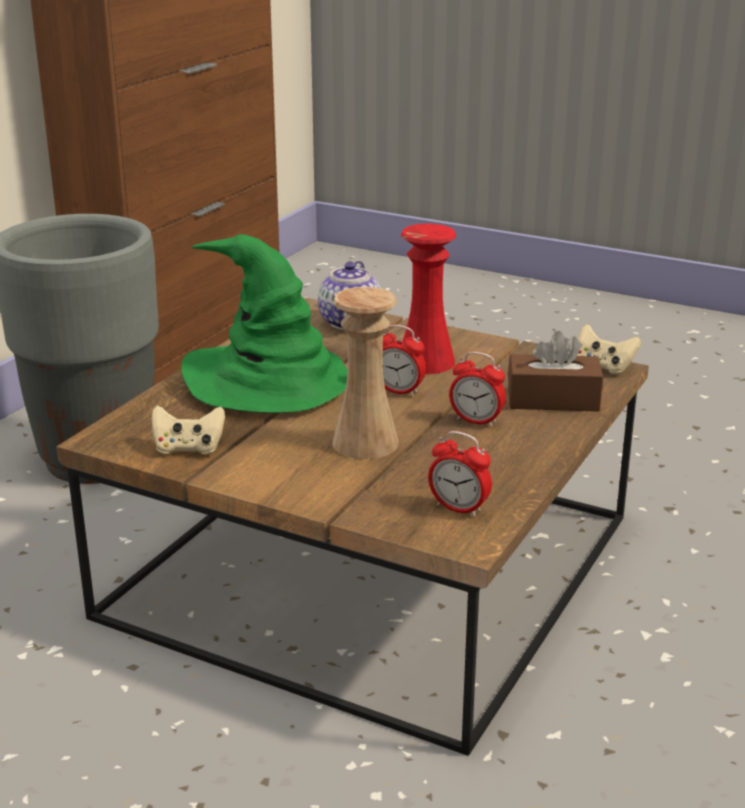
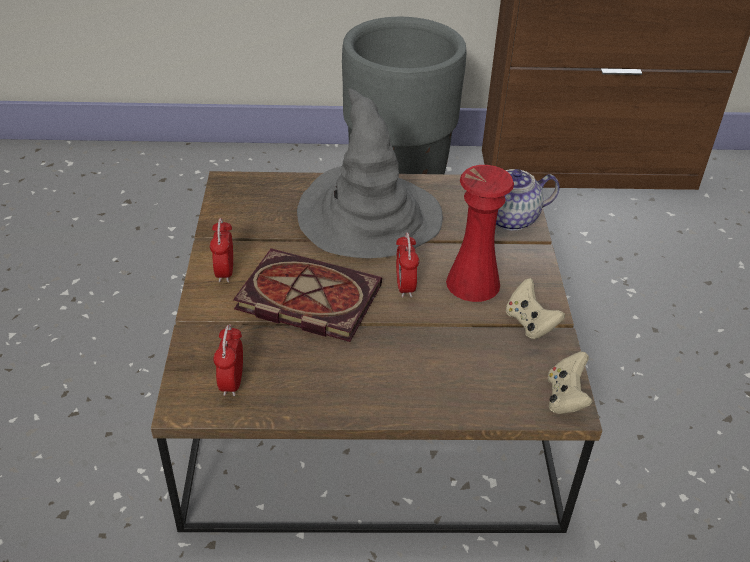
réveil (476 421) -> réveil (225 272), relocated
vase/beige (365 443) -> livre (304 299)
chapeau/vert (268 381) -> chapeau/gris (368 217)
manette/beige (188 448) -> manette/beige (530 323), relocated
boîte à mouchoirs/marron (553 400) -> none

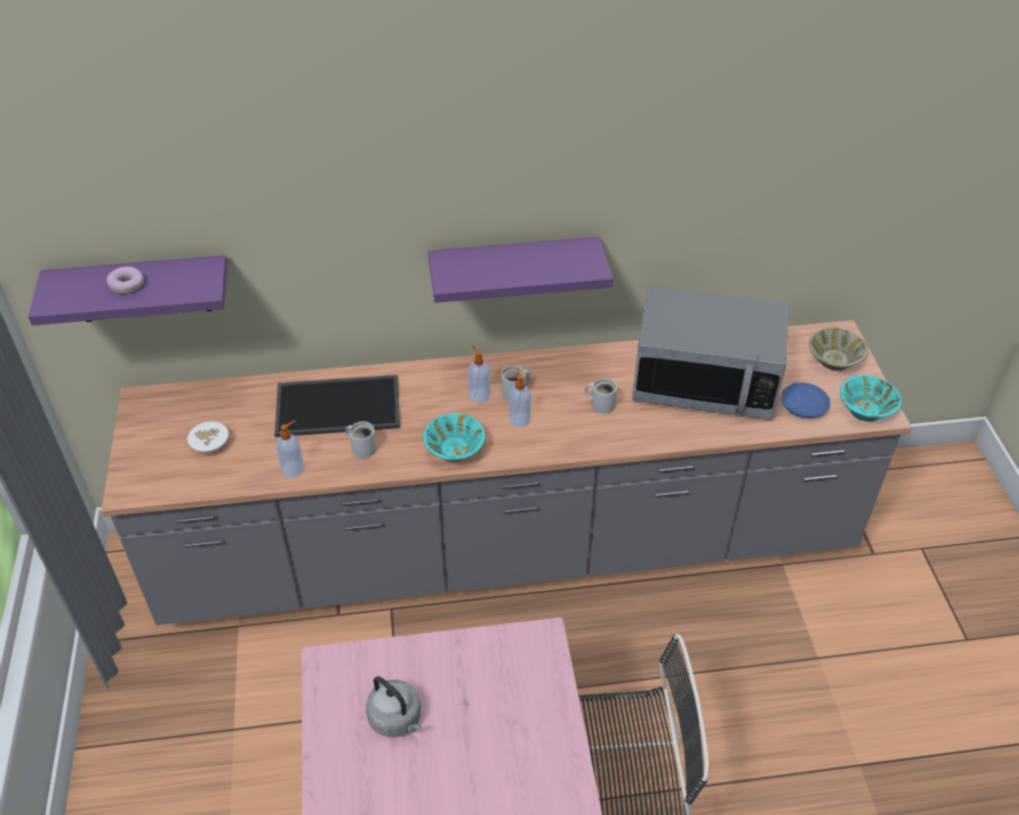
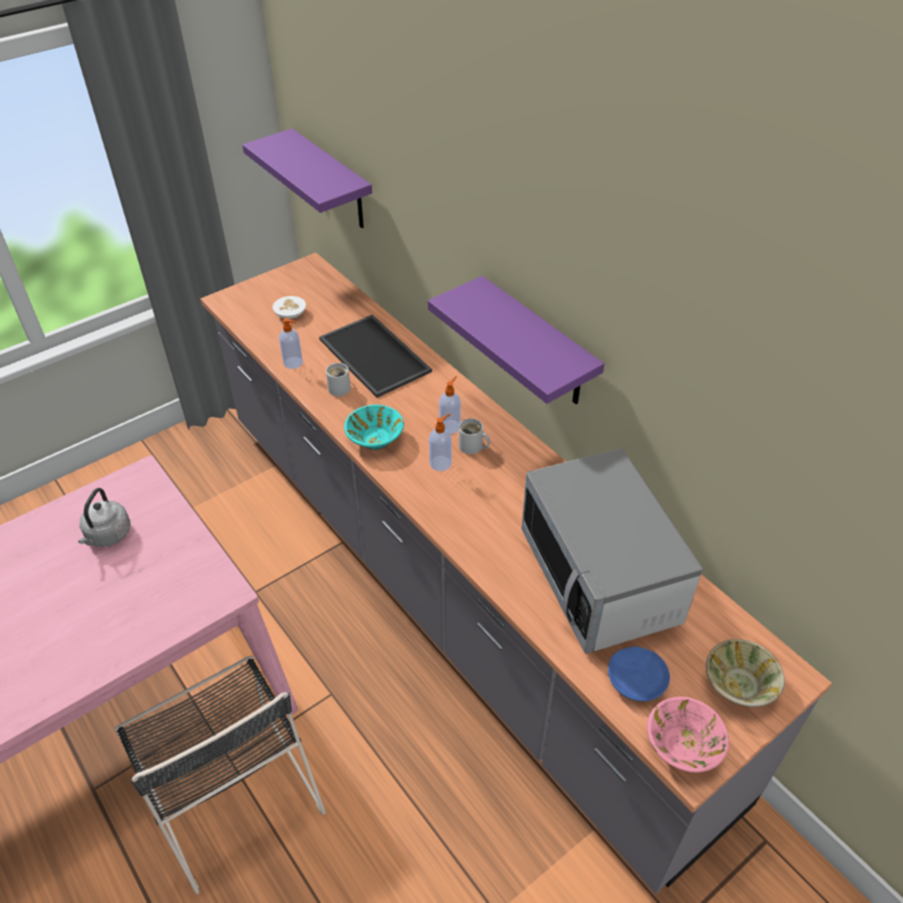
bol/turquoise (866 410) -> bol/rose (683 746)
beignet (126 285) -> none
mug/blanc (601 404) -> none

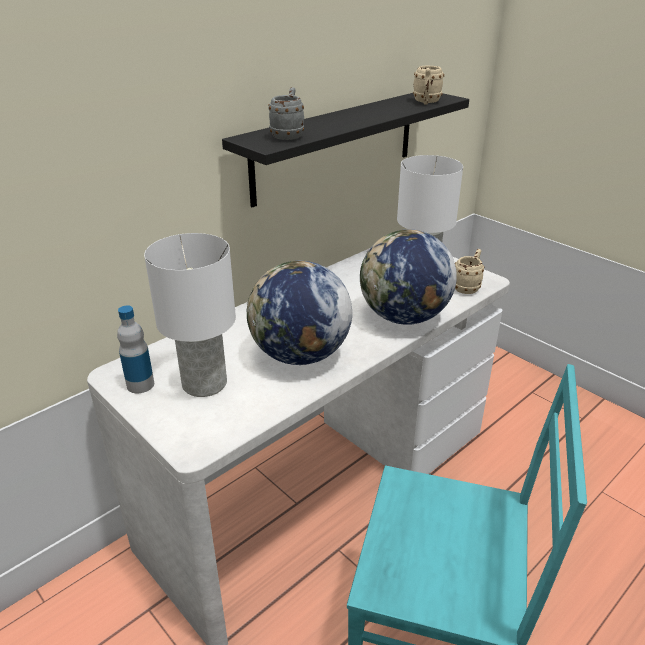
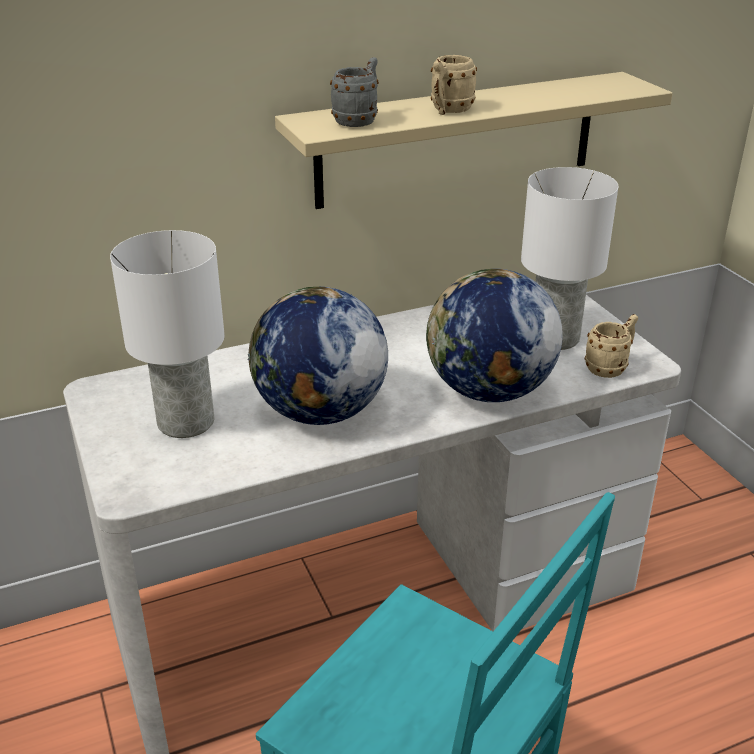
étagère/noir (336 145) -> étagère/beige (458 139)
mug/beige (426 102) -> mug/beige (448 111), relocated
bouteille (140 384) -> none

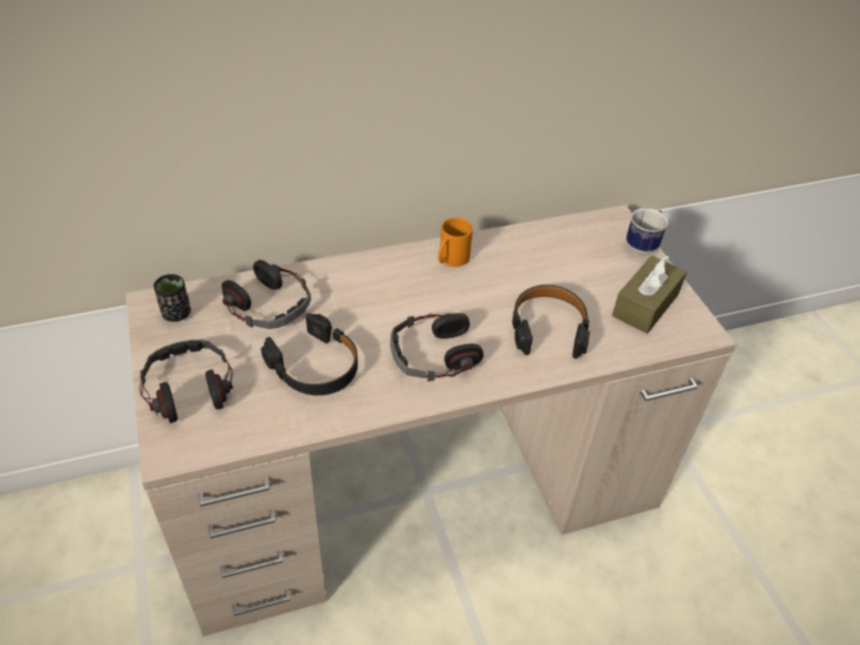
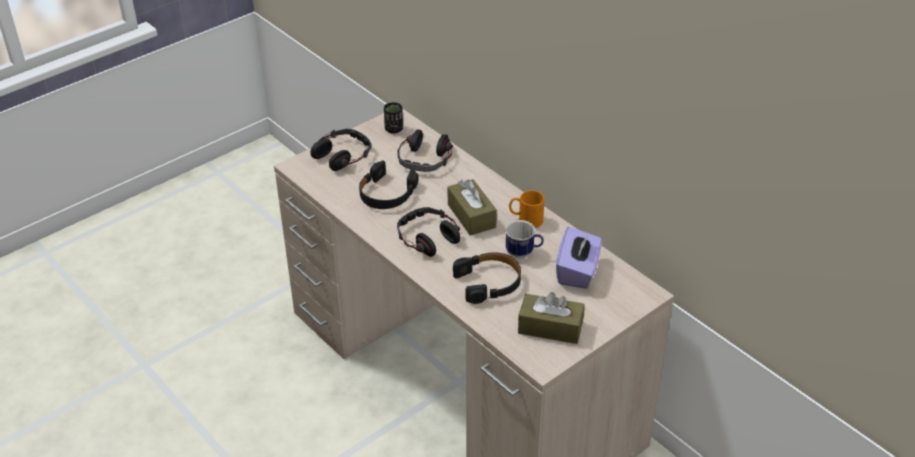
none -> boîte à mouchoirs/marron (471 216)
mug (643 245) -> mug (523 253), relocated
none -> boîte à mouchoirs/violet (578 271)

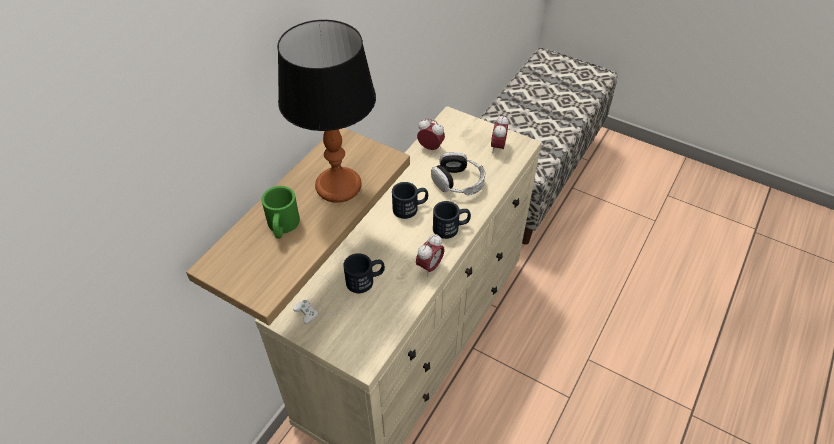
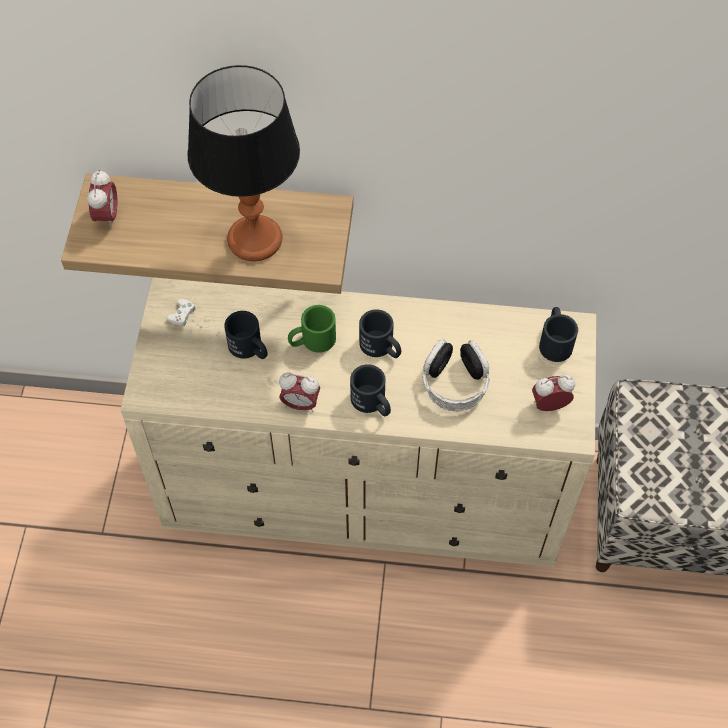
réveil (430 148) -> réveil (107 216), relocated
mug/vert (282 227) -> mug/vert (312 341), relocated
none -> mug/noir (555 341)

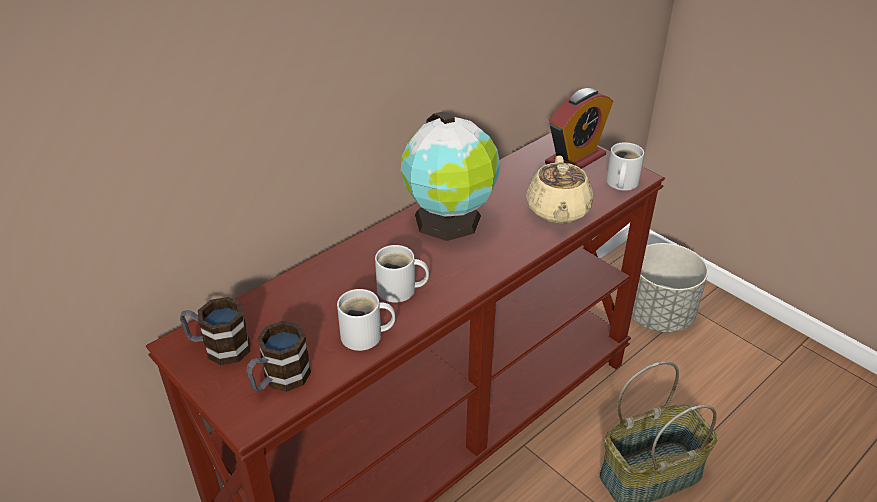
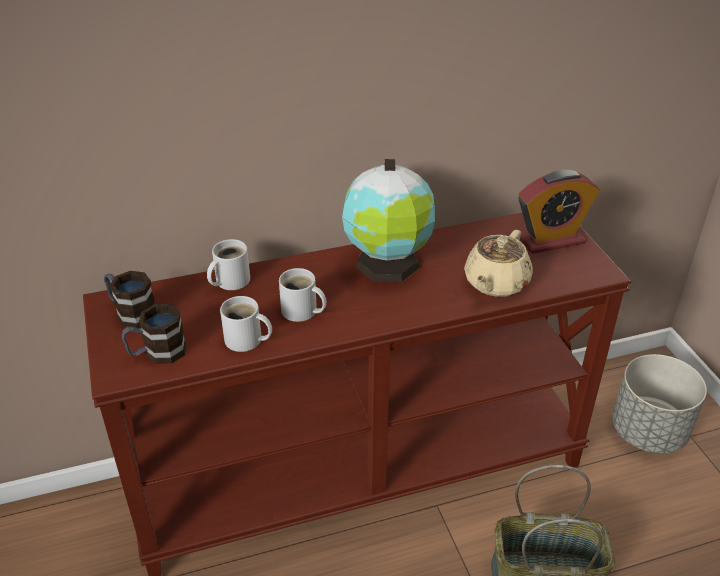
mug/blanc (620 183) -> mug/blanc (229 281), relocated

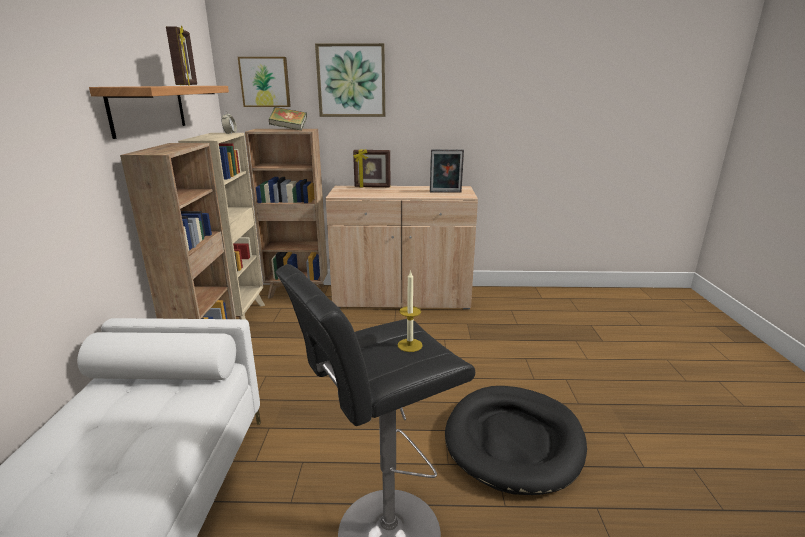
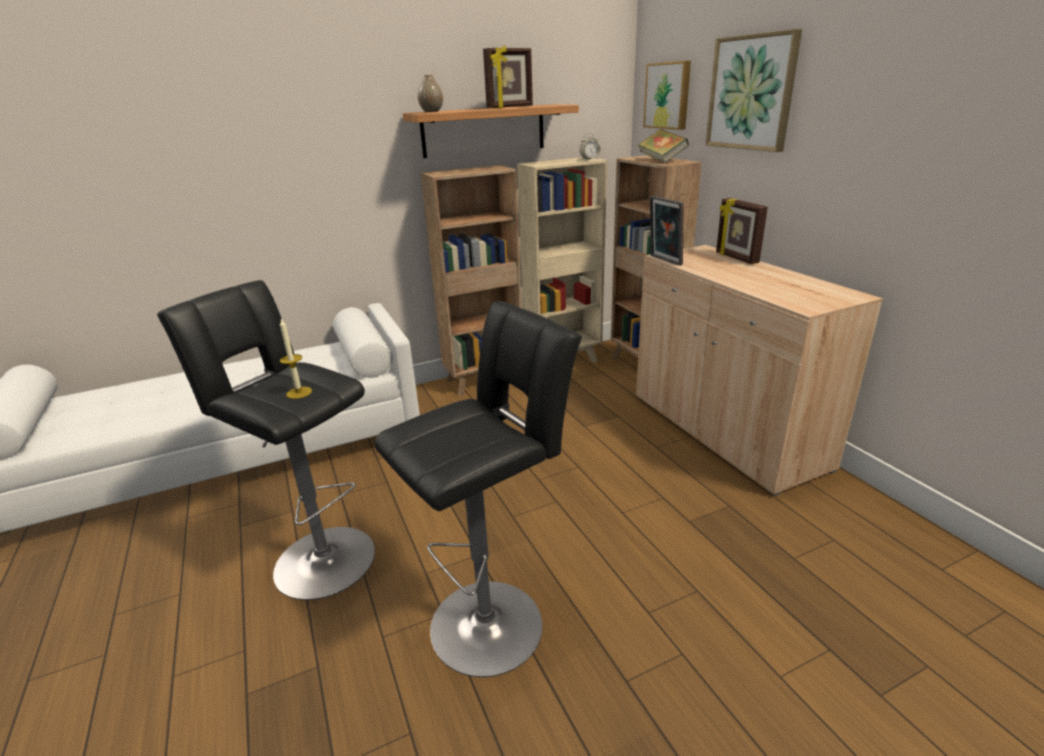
panier pour chien/noir (514 440) -> tabouret/noir (493 620)
none -> vase (431 112)
cadre photo (445 192) -> cadre photo (663 260), relocated

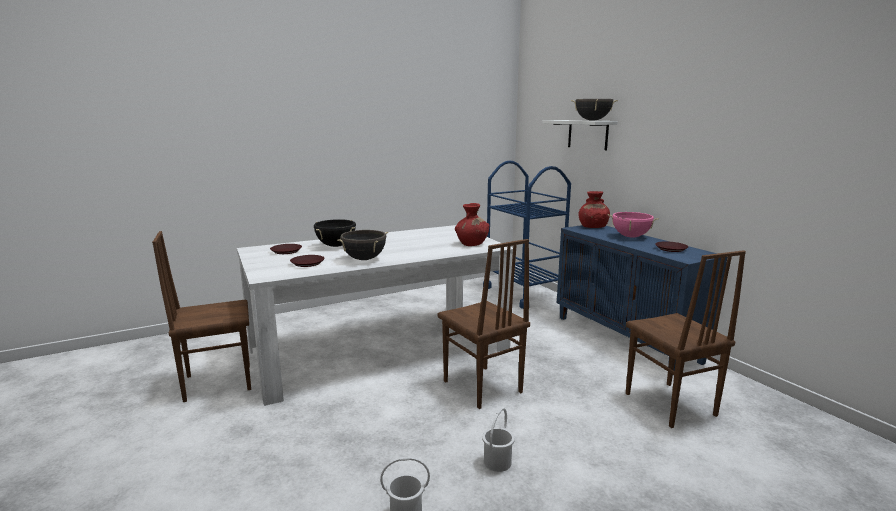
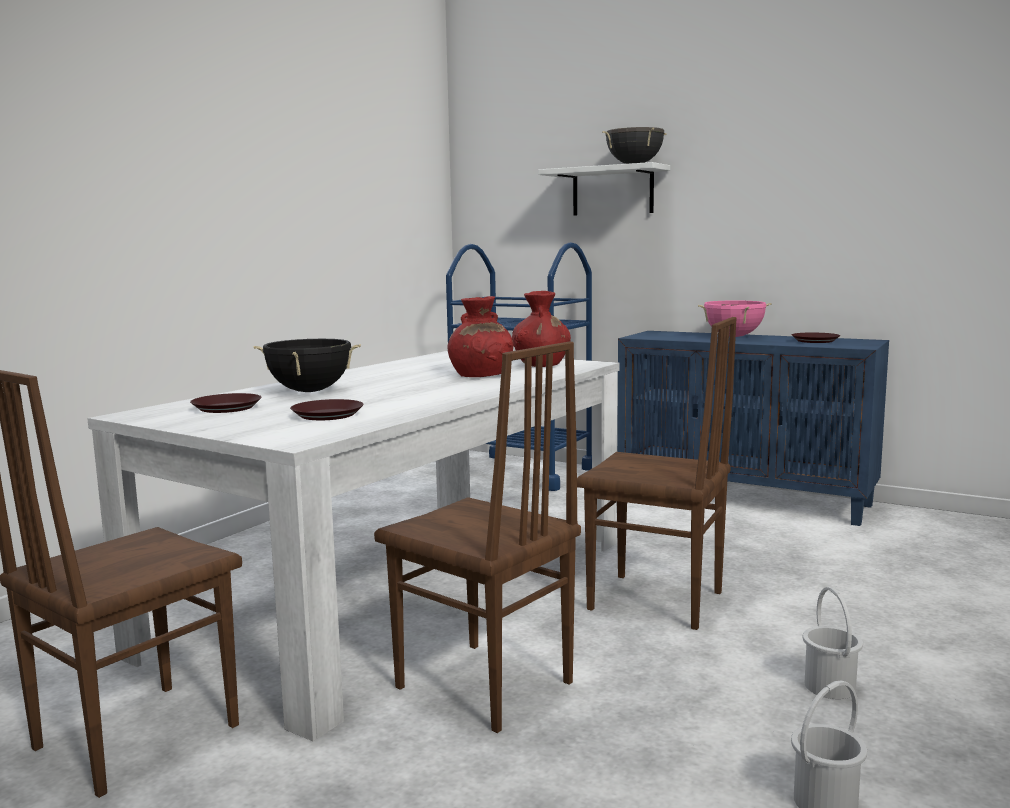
chaise/marron (669 405) -> chaise/marron (483 686), relocated
vase/rouge (593 227) -> vase/rouge (481 375), relocated
marmite/noir (364 259) -> none

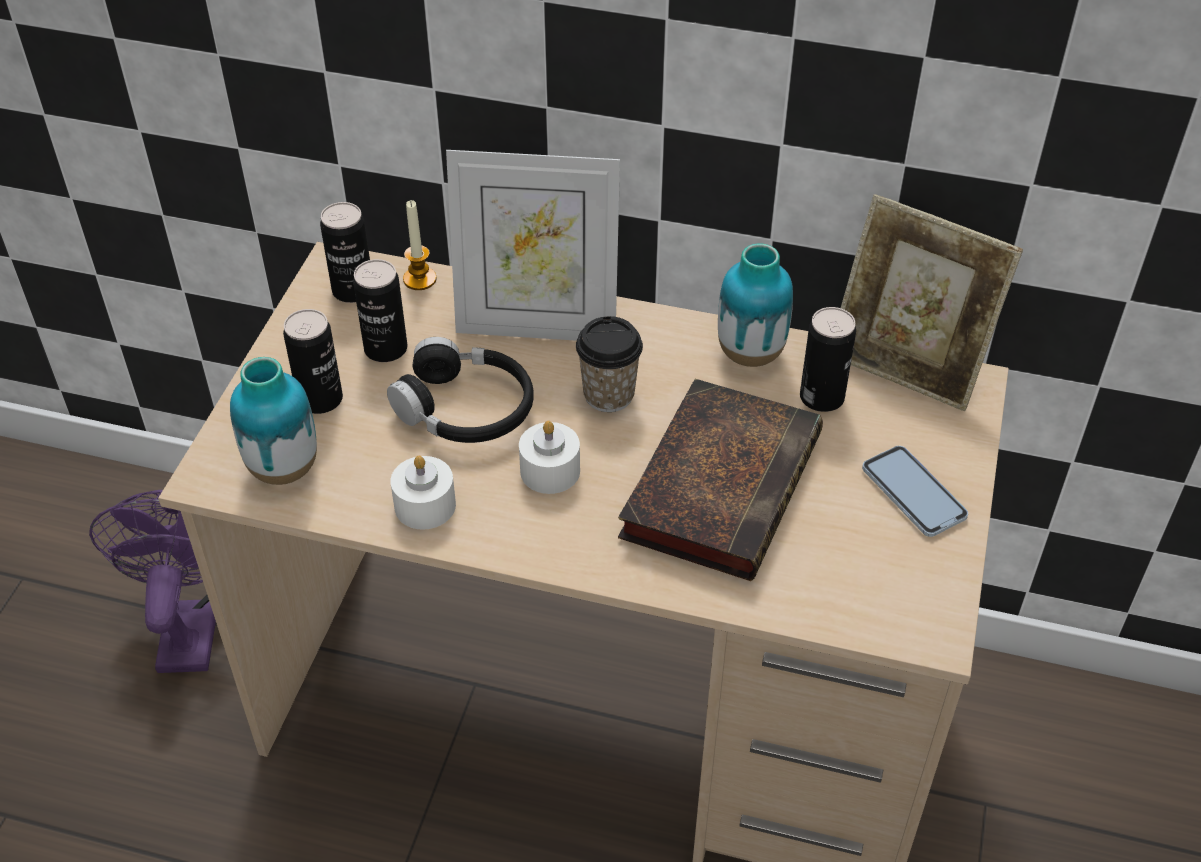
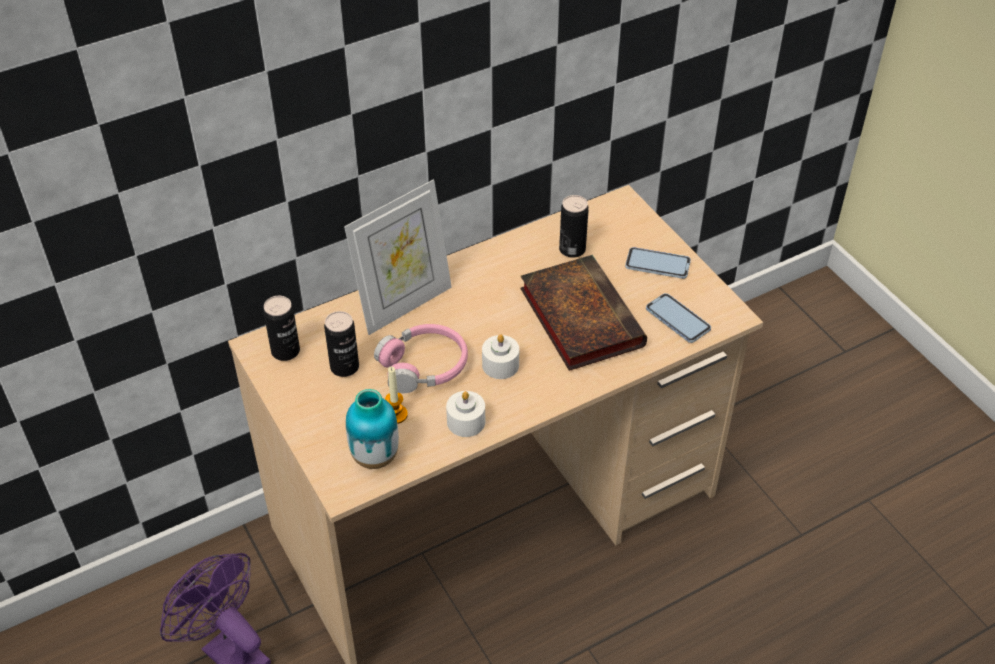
casque audio/noir (465 409) -> casque audio/rose (423 366)
bougie (419 279) -> bougie (395 414), relocated
none -> téléphone (677 319)
boîte métallique (320 399) -> none
tasse (608 395) -> none
vase (750 353) -> none
cadre photo (907 366) -> none

